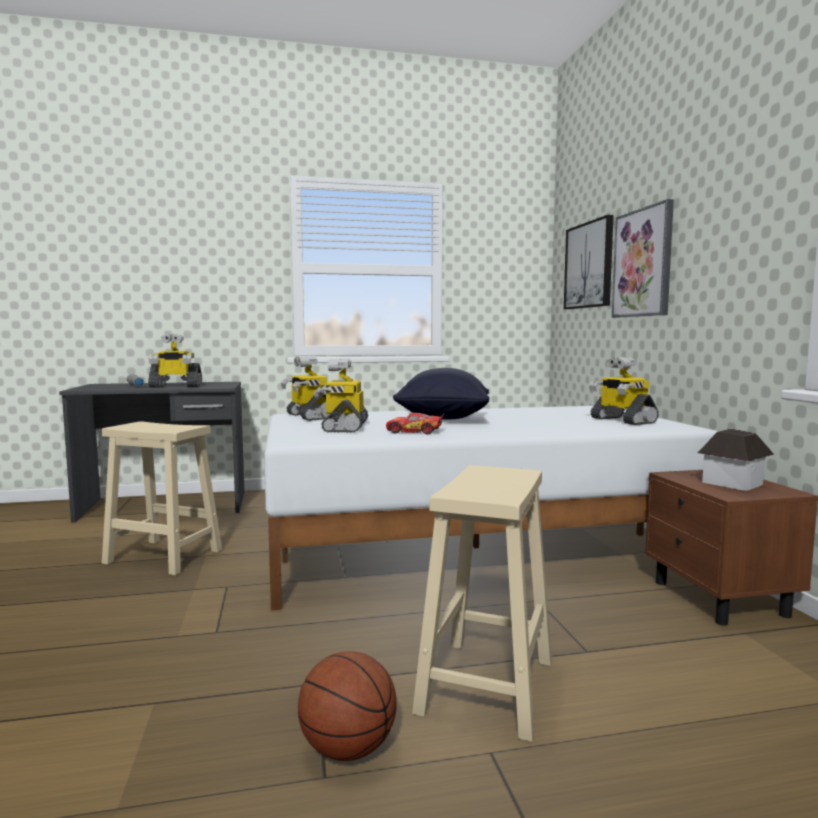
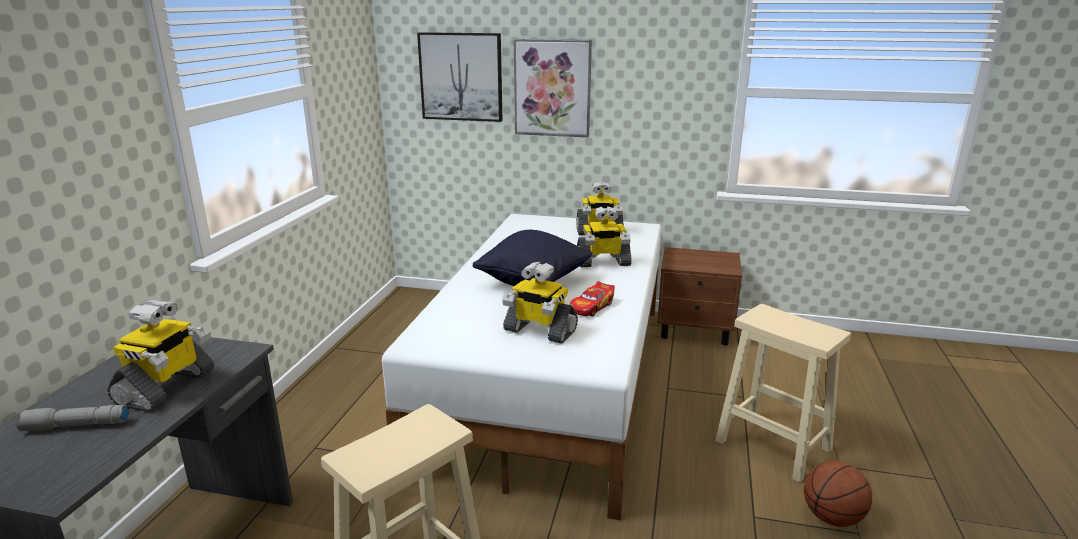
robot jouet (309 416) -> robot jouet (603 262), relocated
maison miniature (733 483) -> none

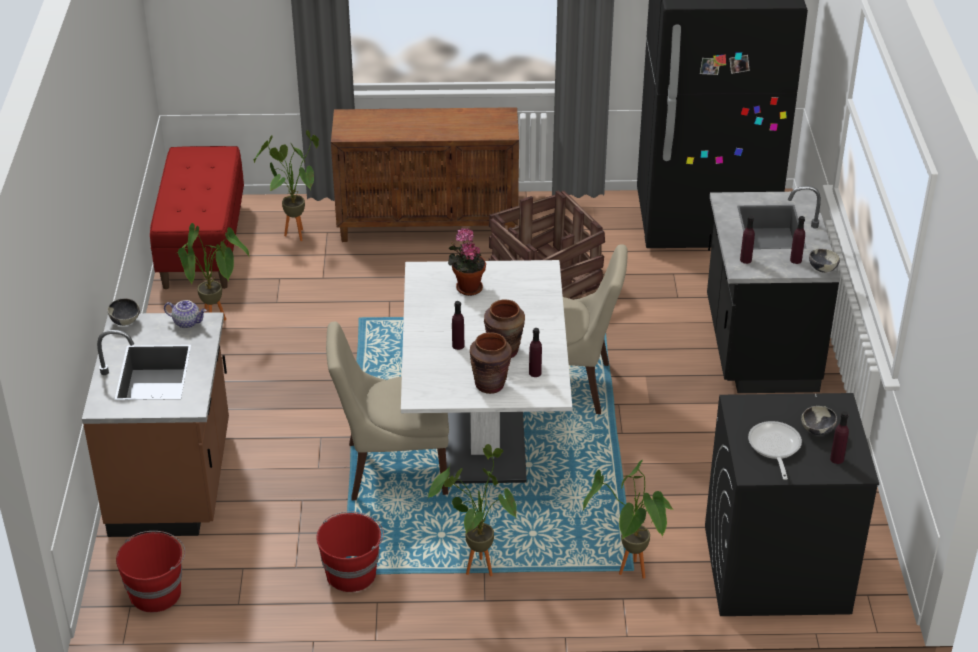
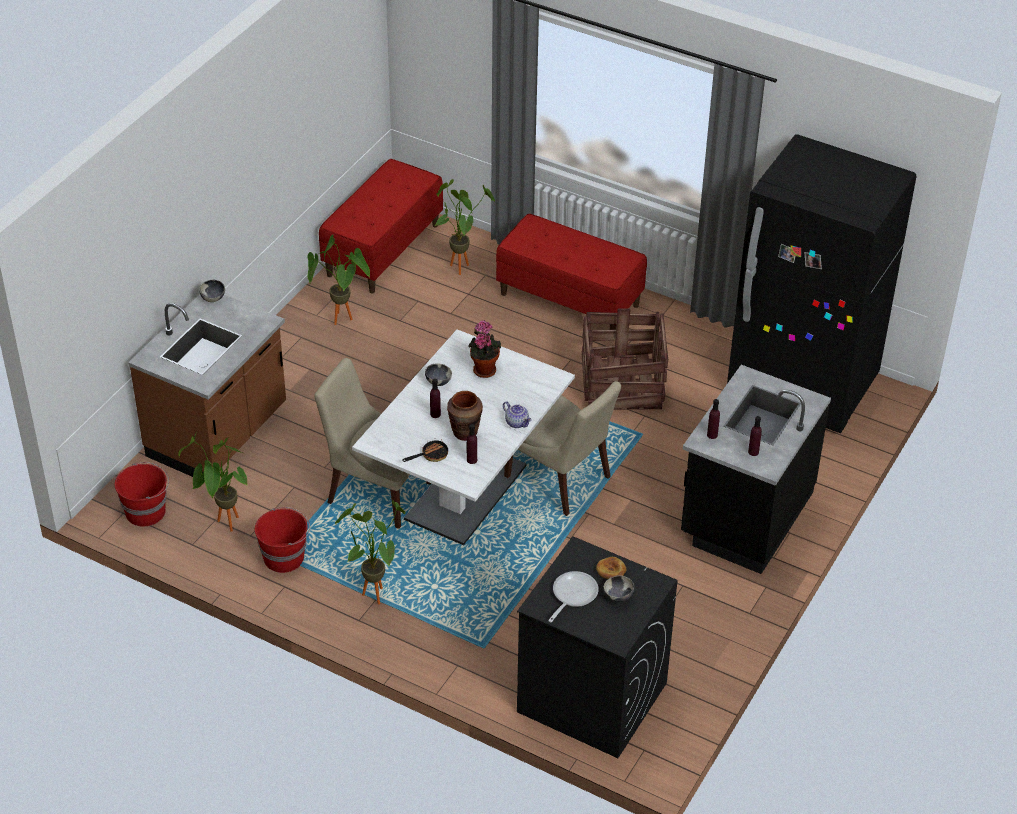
plante en pot (630 575) -> plante en pot (224 525), relocated
vase/marron (490 385) -> poêle (431 455)
bol (822 269) -> bol (438 382), relocated
meuble de rangement/marron (429 225) -> banc/rouge (570 299)
théière (187 322) -> théière (517 423), relocated
none -> pain (611 570)
bouteille/violet (837 459) -> none

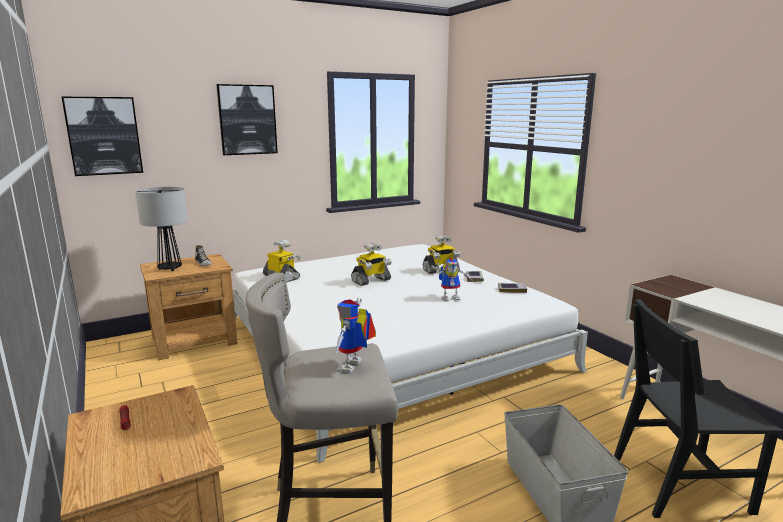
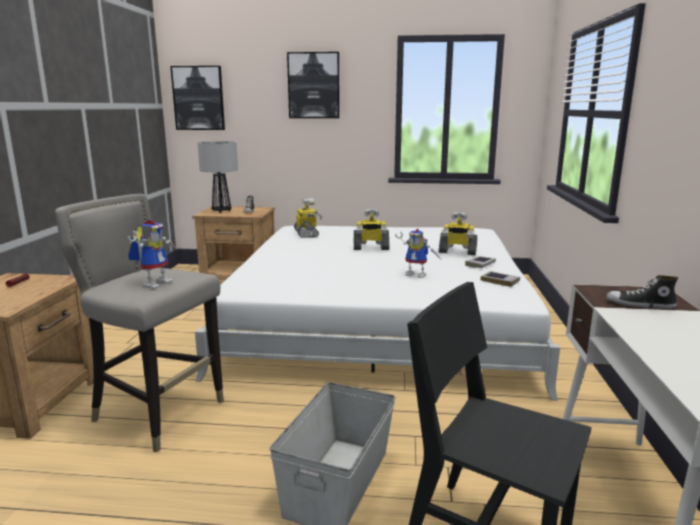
robot jouet (353 367) -> robot jouet (156 283), 150 degrees clockwise
none -> chaussure (640 305)

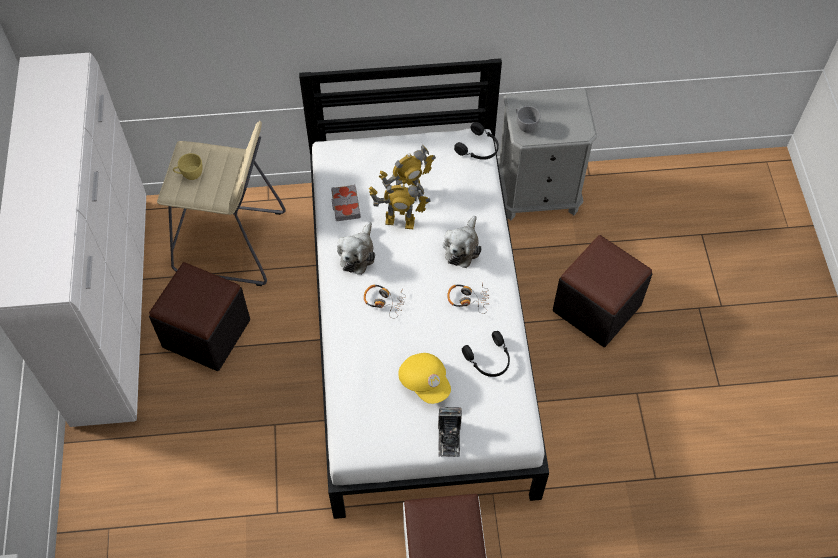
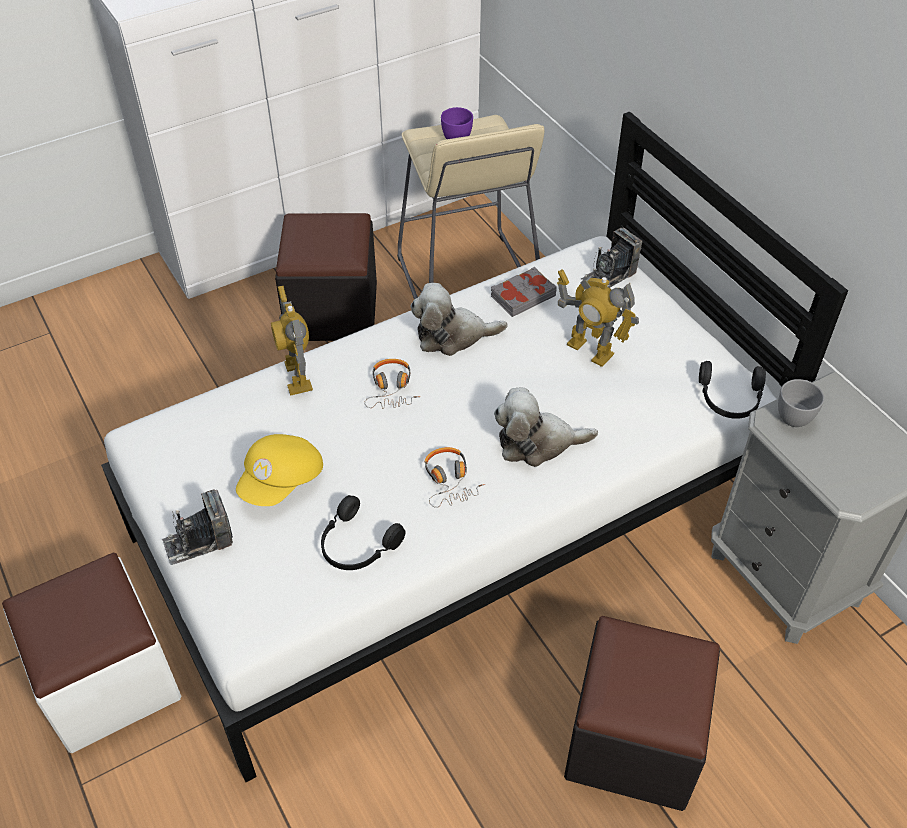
robot jouet (400 221) -> robot jouet (297 376), relocated
tasse/jaune (190 175) -> tasse/violet (454 137)
none -> appareil photo (609 275)

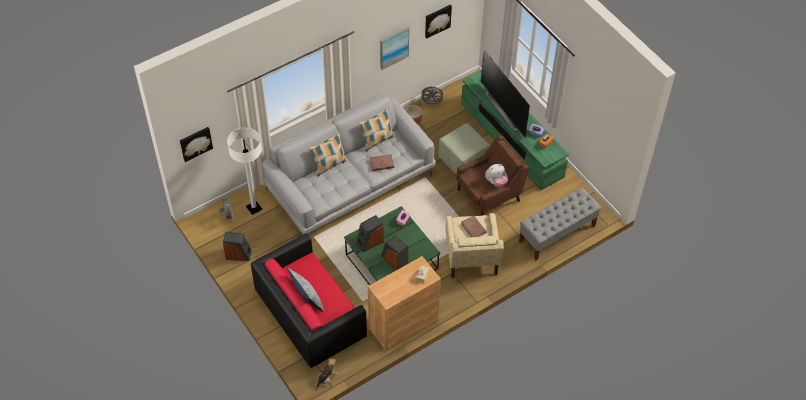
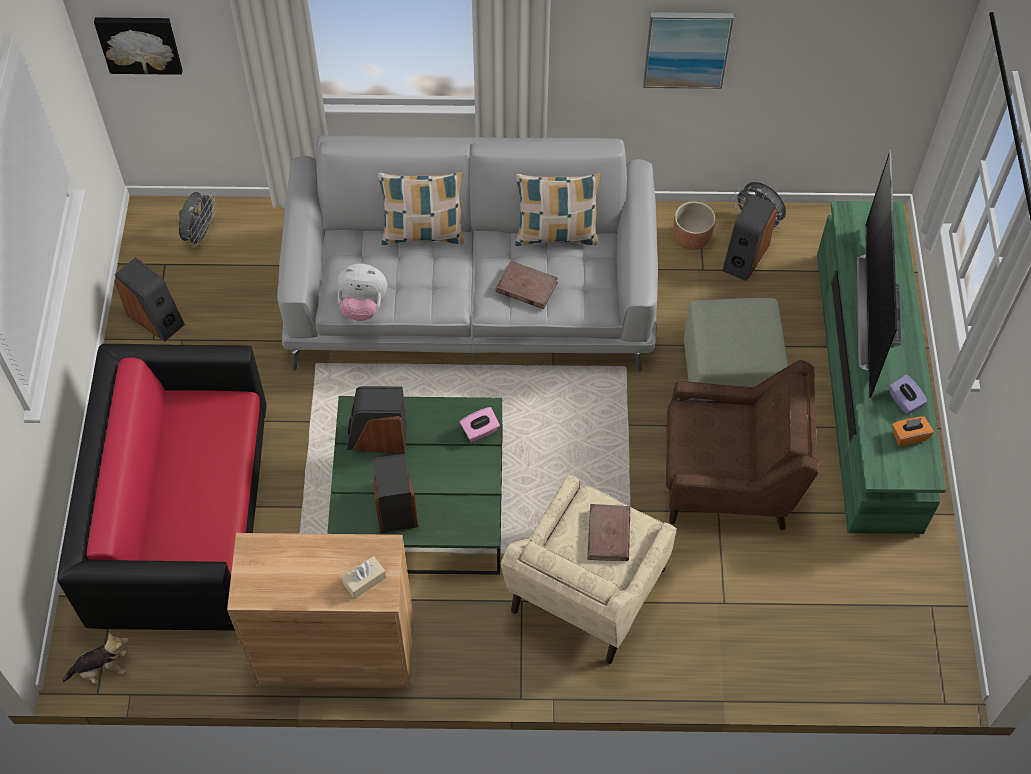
peluche (496 182) -> peluche (363 306), relocated
none -> enceinte (744 257)
lampadaire/blanc (254 208) -> none
coussin (307 299) -> none
tableau (437 20) -> none
banc/gris (557 233) -> none

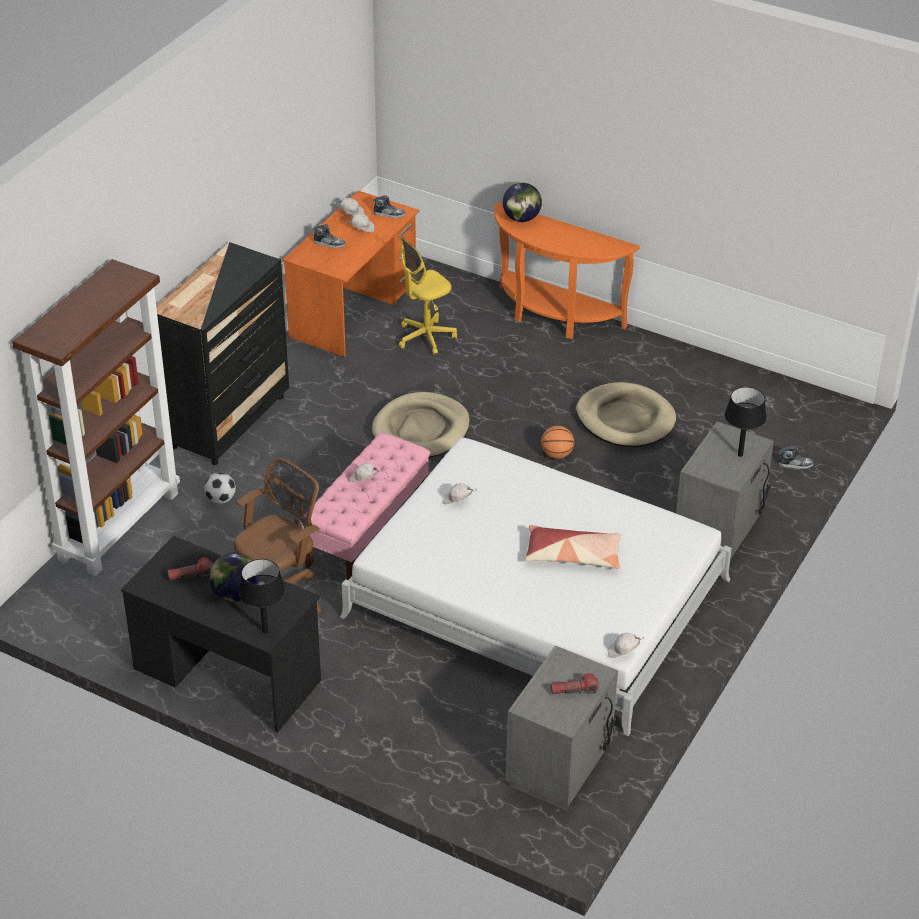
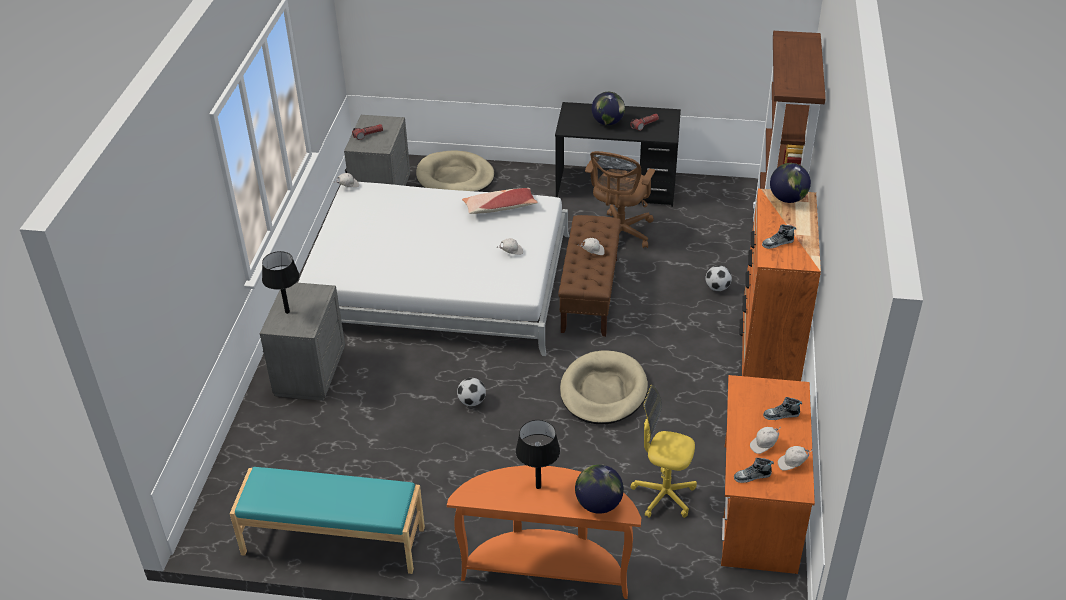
none -> banc/turquoise (333 541)
panier pour chien/beige (625 419) -> panier pour chien/beige (455 177), relocated
ballon de basket (557 454) -> ballon de foot (472 402)
coussin (573 555) -> coussin (499 207), relocated
lampe de table/noir (265 631) -> lampe de table/noir (538 486), relocated
banc/rose (367 532) -> banc/marron (589 294)
chaise de bureau/jaune (426 337) -> chaise de bureau/jaune (663 495), 105 degrees counterclockwise
commode/noir (229 421) -> commode/orange (768 351)
chaussure (795 464) -> chaussure (777 243), relocated
none -> globe (788 198)

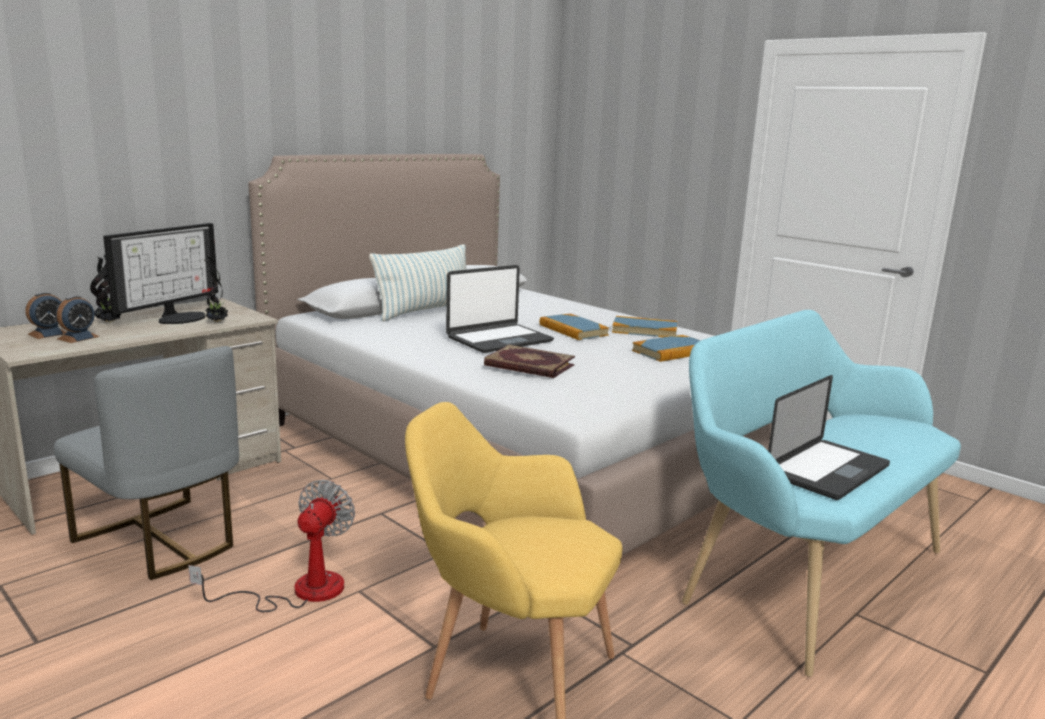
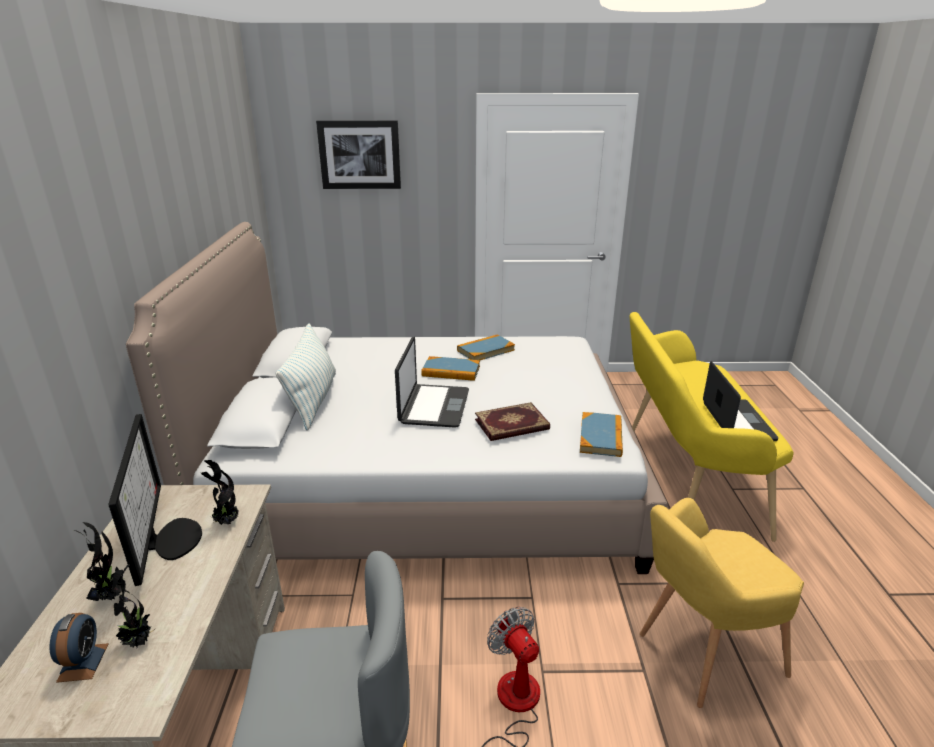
réveil (78 338) -> plante en pot (139 641)
none -> tableau (359 155)
livre (671 352) -> livre (601 437), relocated
banc/turquoise (803 572) -> banc/jaune (683 477)

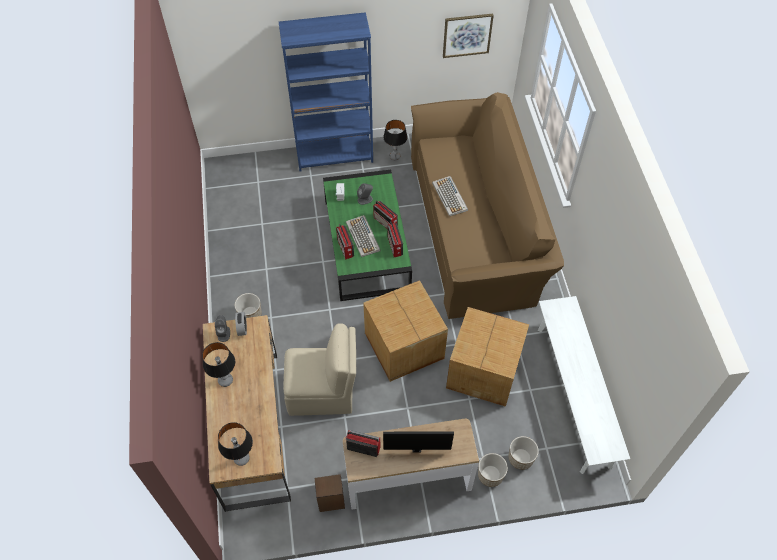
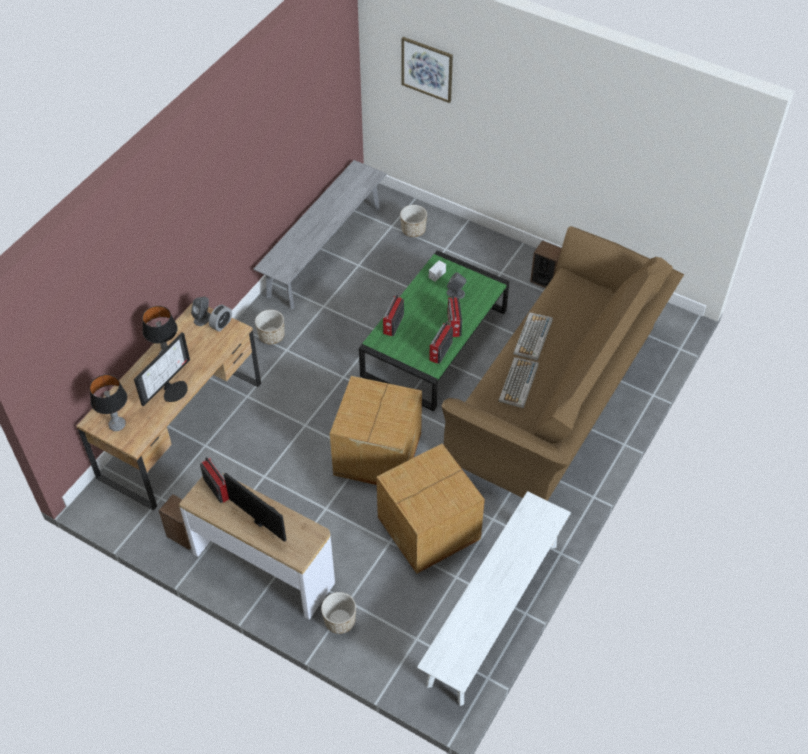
none -> écran d'ordinateur (173 390)
none -> banc/gris (324 251)
cache-pot (520 458) -> cache-pot (413 230), relocated
tableau (467 35) -> tableau (427 69), relocated
clavier (363 237) -> clavier (519 383), relocated
lampe de table (395 156) -> enceinte (545 280)
bibliothèque/bleu (335 155) -> none
chaise/beige (322 392) -> none

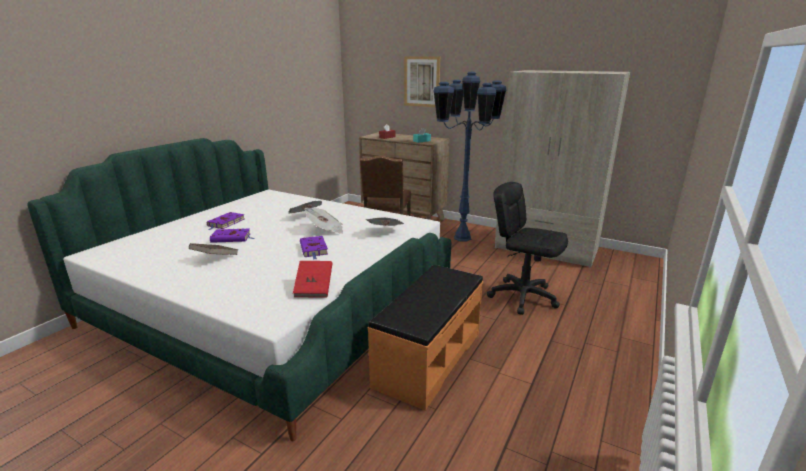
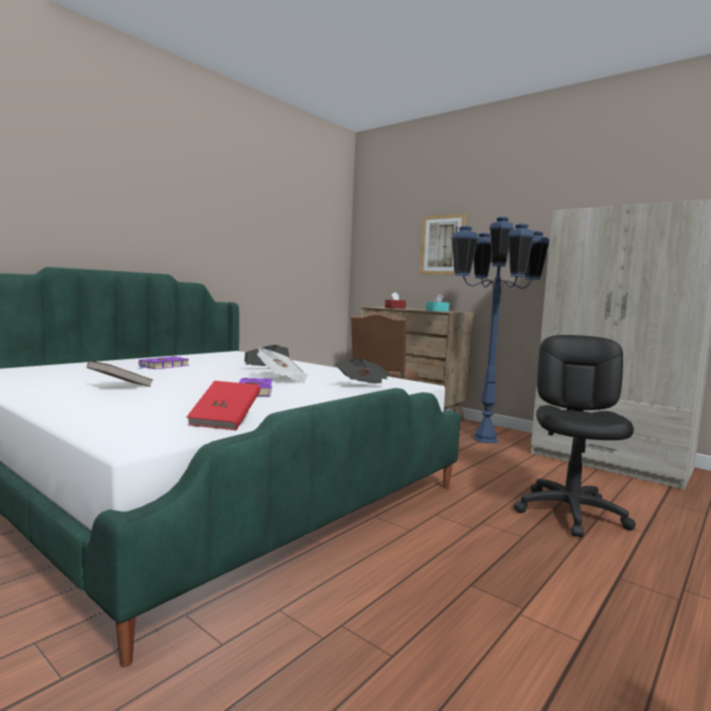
chaise de bureau/noir (523 296) -> chaise de bureau/noir (570 513), 60 degrees clockwise
livre/violet (232 238) -> none
banc/orange (428 358) -> none

